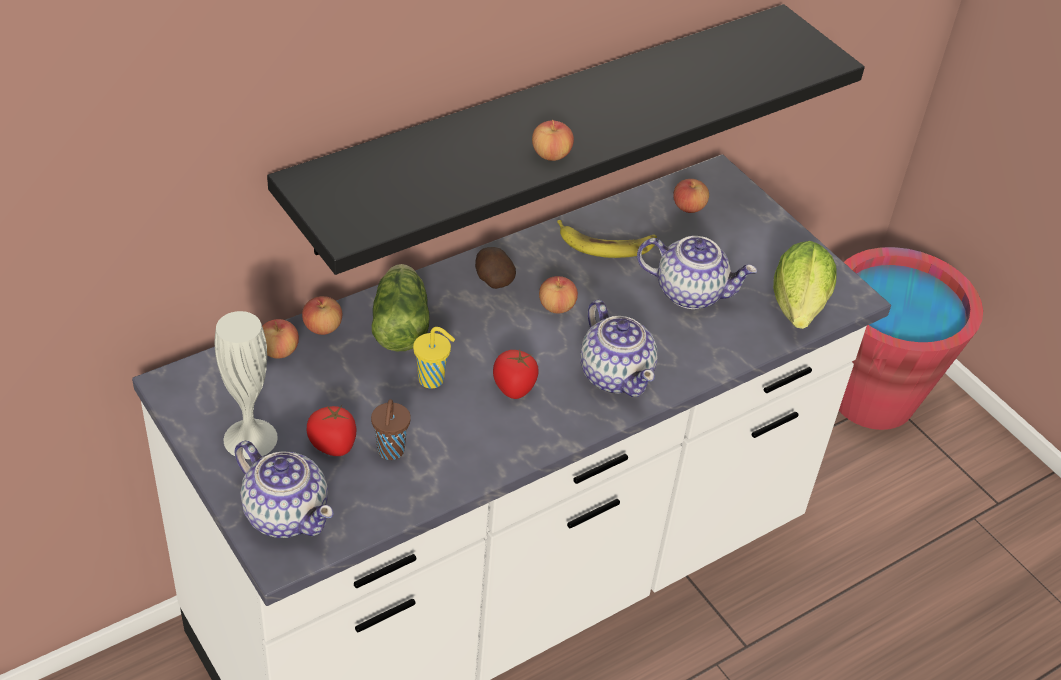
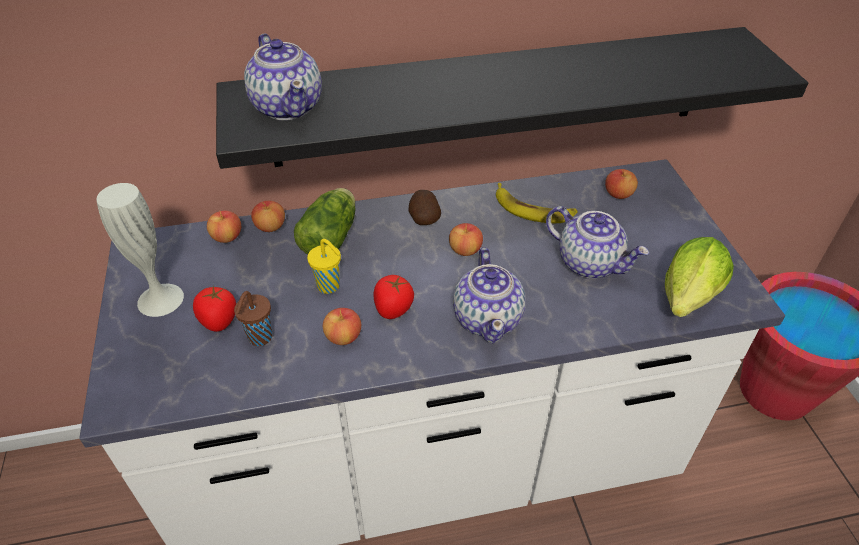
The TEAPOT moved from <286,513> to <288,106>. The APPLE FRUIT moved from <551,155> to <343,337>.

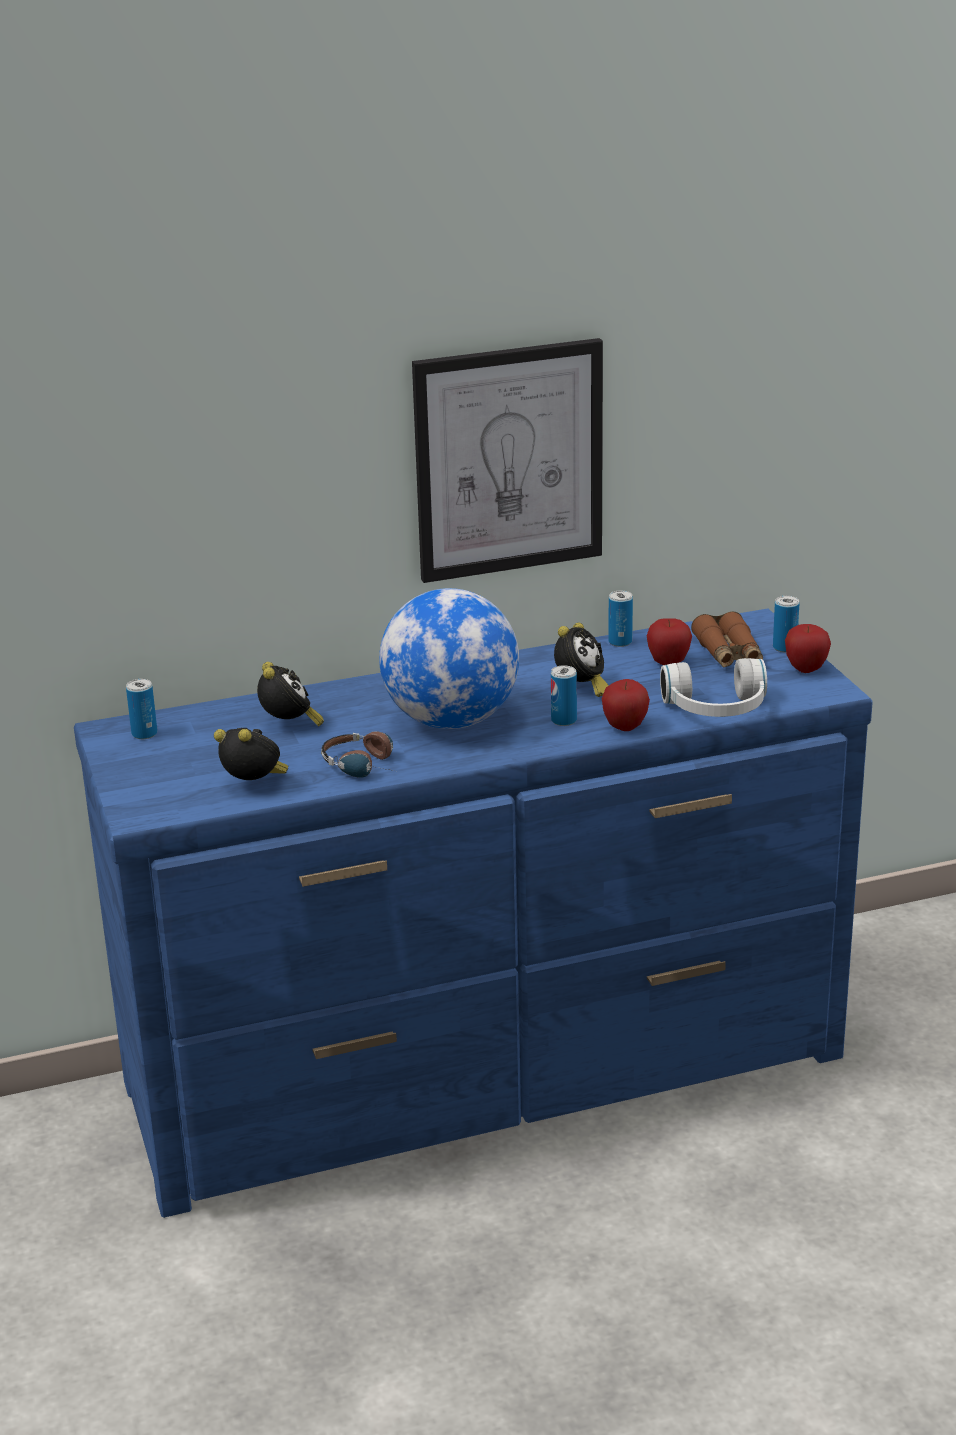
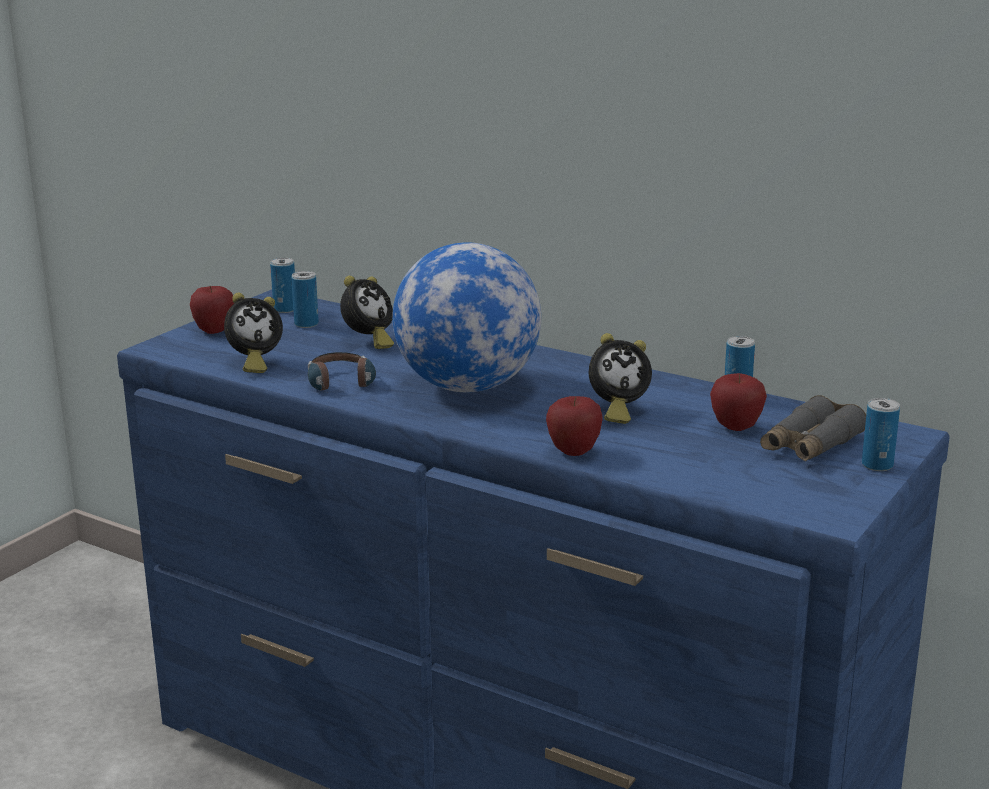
The PICTURE at <508,460> disappeared. The WHITE PAIR OF HEADPHONES at <717,709> disappeared. The METAL CAN moved from <564,720> to <306,324>. The APPLE FRUIT moved from <806,669> to <214,331>. The BROWN-COLOURED PAIR OF BINOCULARS at <728,653> became the GRAY PAIR OF BINOCULARS at <810,445>. The TABLE CLOCK at <254,785> turned 75 degrees clockwise.

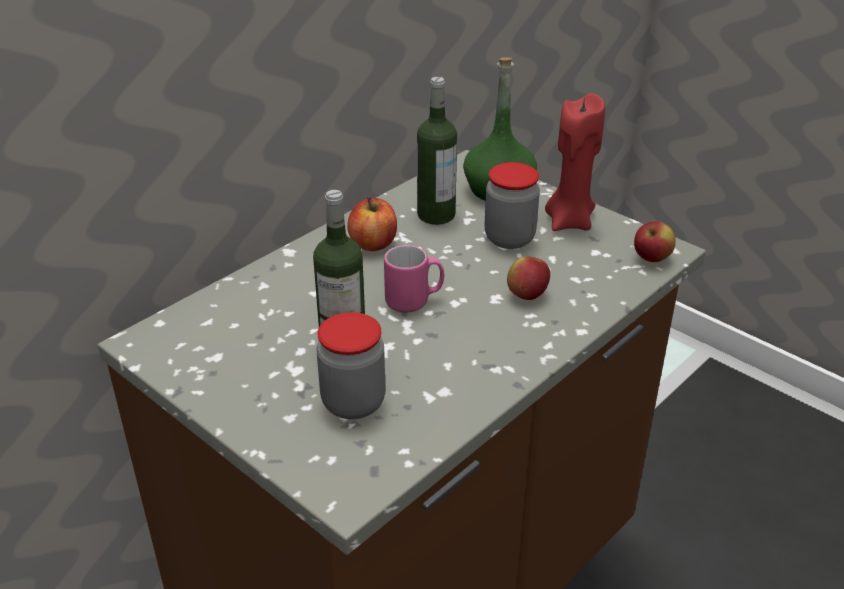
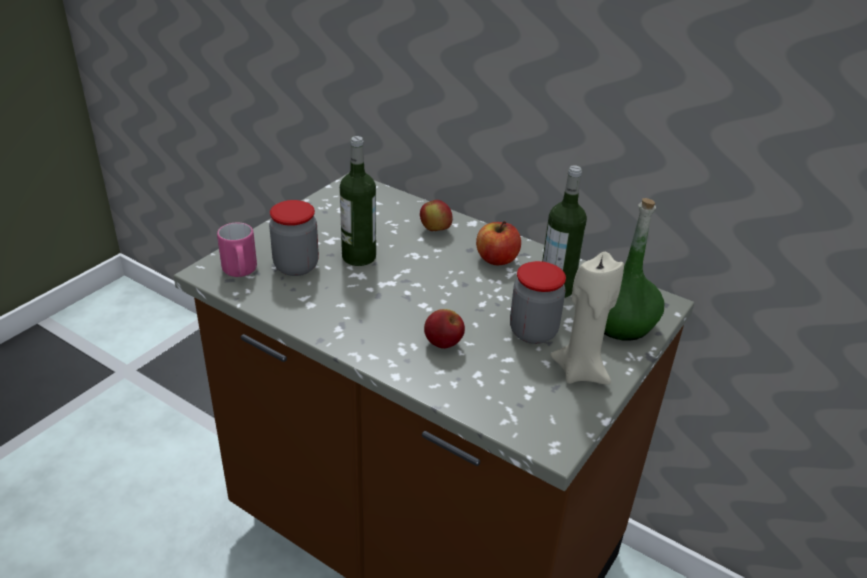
The PINKISH TEA MUG moved from <414,301> to <240,272>. The APPLE FRUIT moved from <651,259> to <435,230>. The RED CANDLE at <569,221> became the SAND-COLOURED CANDLE at <580,371>.

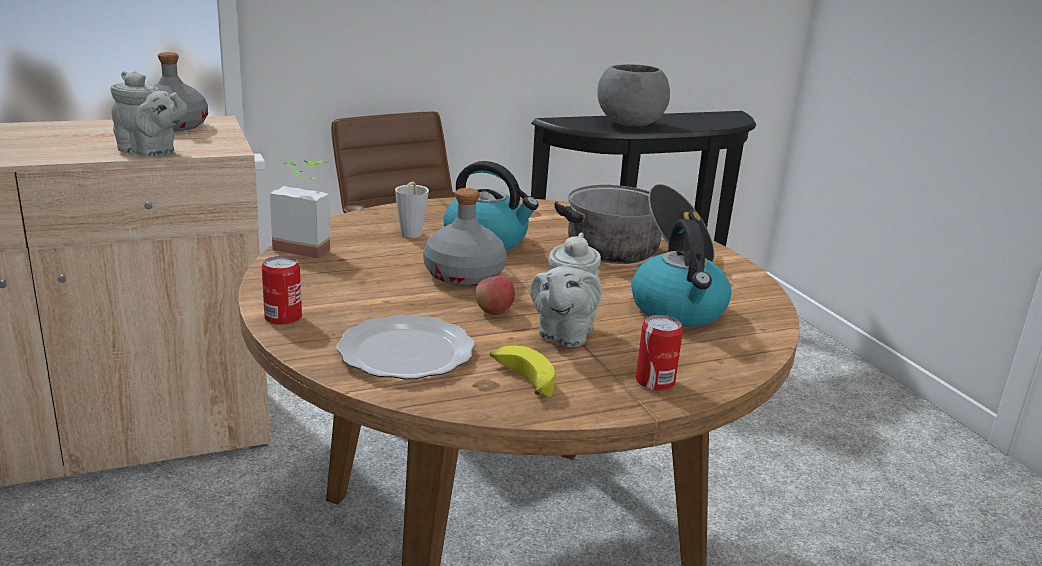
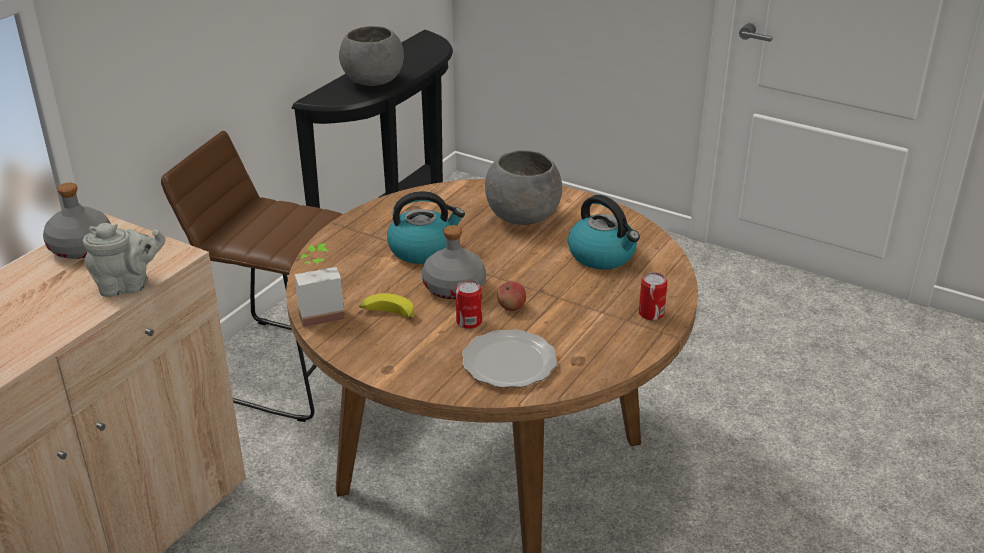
The GRAY CUP at <409,235> disappeared. The GRAY TEAPOT at <564,334> disappeared. The METAL CAN moved from <283,318> to <469,322>. The WHOLE BANANA moved from <521,379> to <387,314>. The STOCKPOT at <635,253> was replaced by the GRAY BOWL at <522,217>.

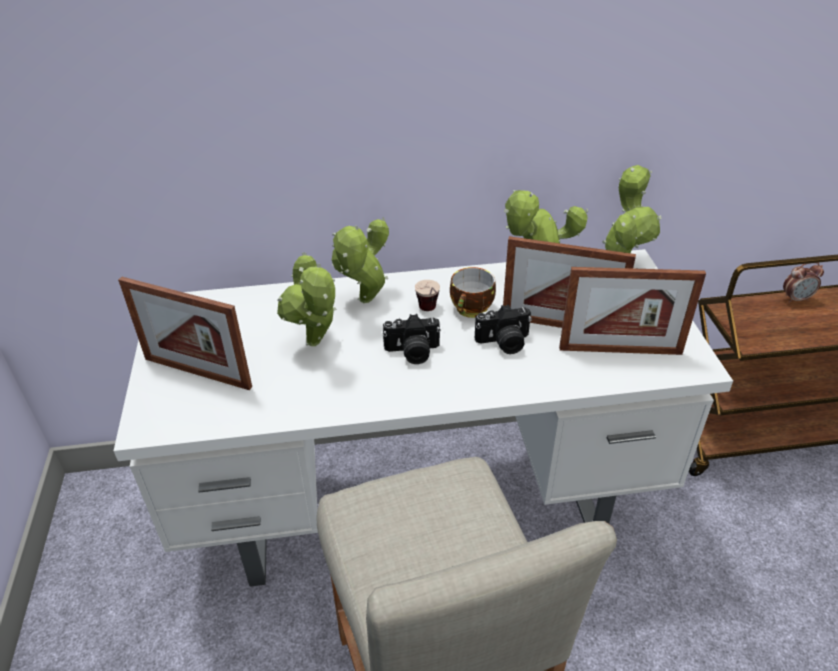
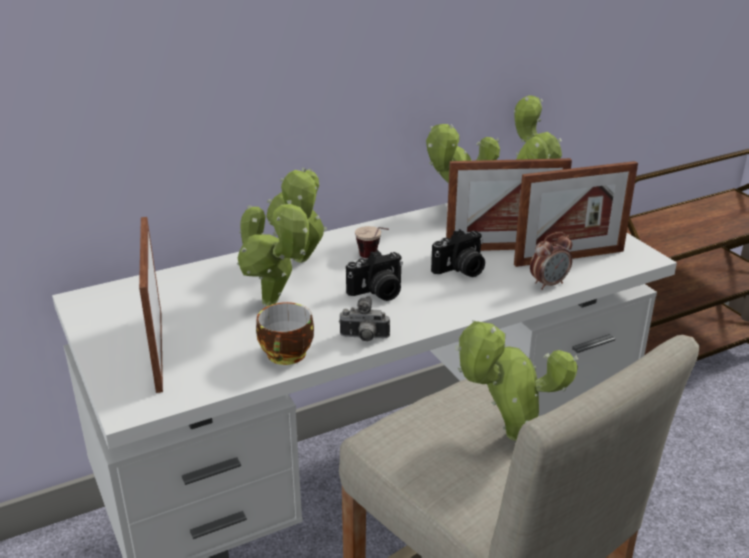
The STILL CAMERA at <364,338> appeared. The POTTED PLANT at <508,436> appeared. The CUP moved from <472,310> to <287,356>. The TABLE CLOCK moved from <796,299> to <549,284>. The STANDING FRAME at <197,372> turned 75 degrees clockwise.

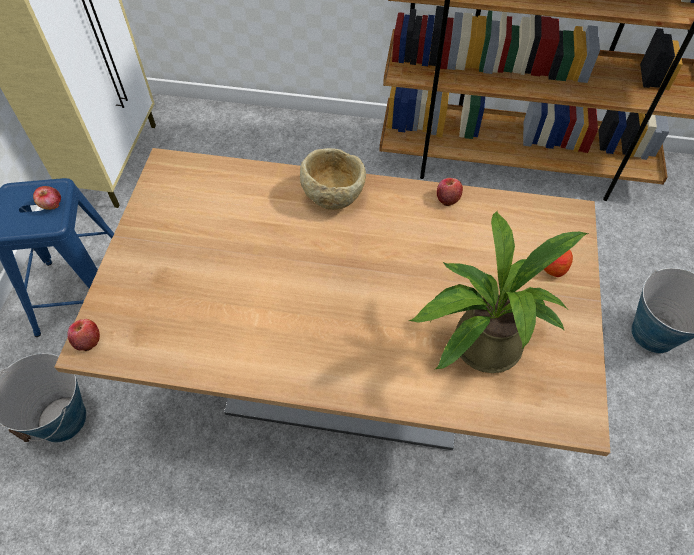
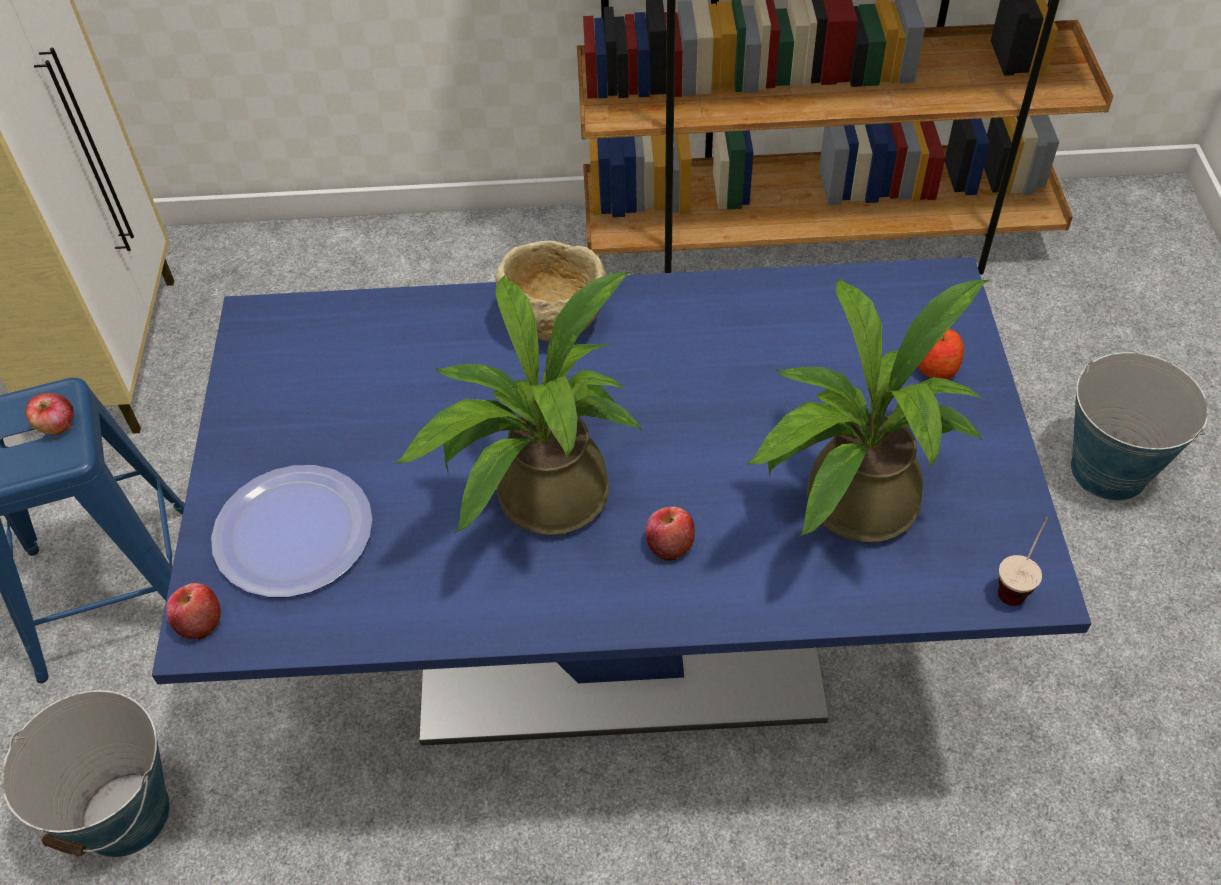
The DINNER PLATE at <294,532> appeared. The POTTED PLANT at <539,499> appeared. The CUP at <1017,582> appeared. The APPLE FRUIT moved from <447,198> to <669,544>. The BROWN-COLOURED DINING TABLE at <347,375> became the BLUE-COLOURED DINING TABLE at <618,637>.

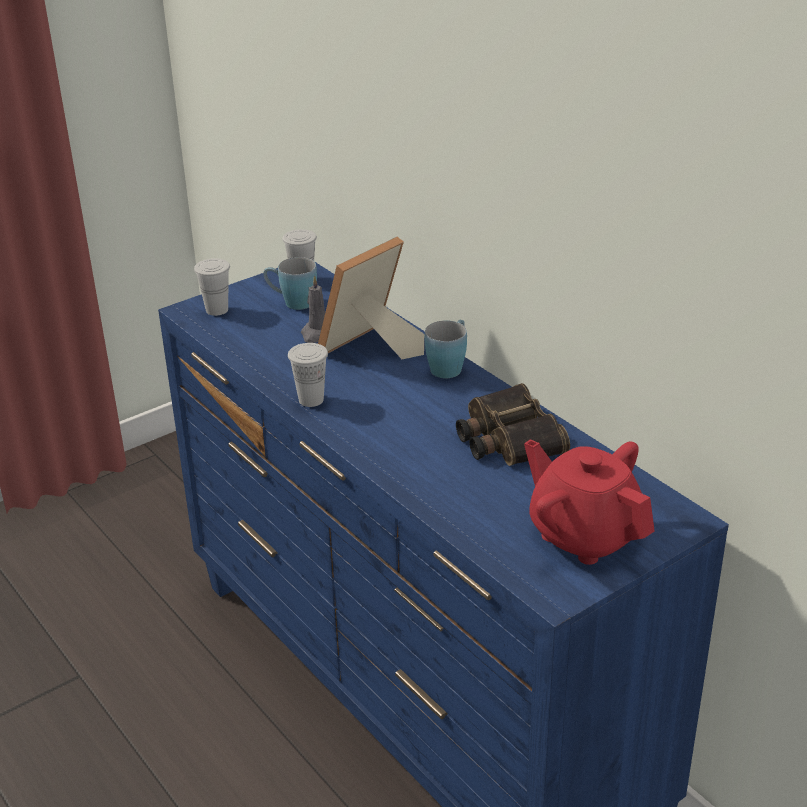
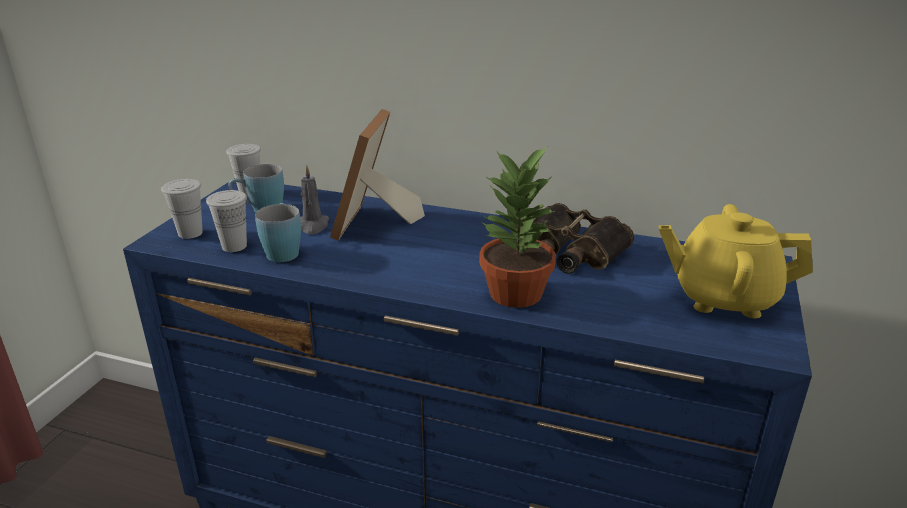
The POTTED PLANT at <517,294> appeared. The WHITE CUP moved from <311,400> to <234,246>. The BLUE-COLOURED TEA MUG moved from <449,366> to <283,250>. The RED TEAPOT at <584,535> became the YELLOW TEAPOT at <723,298>.

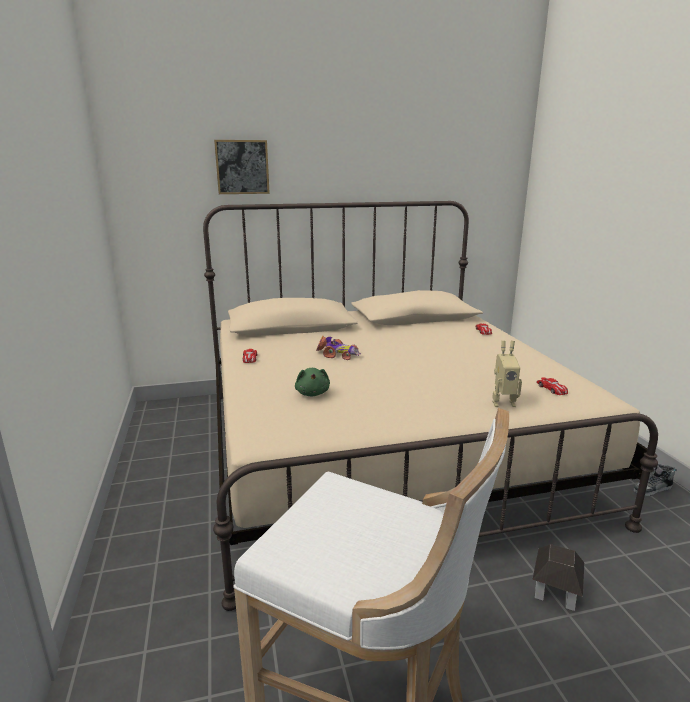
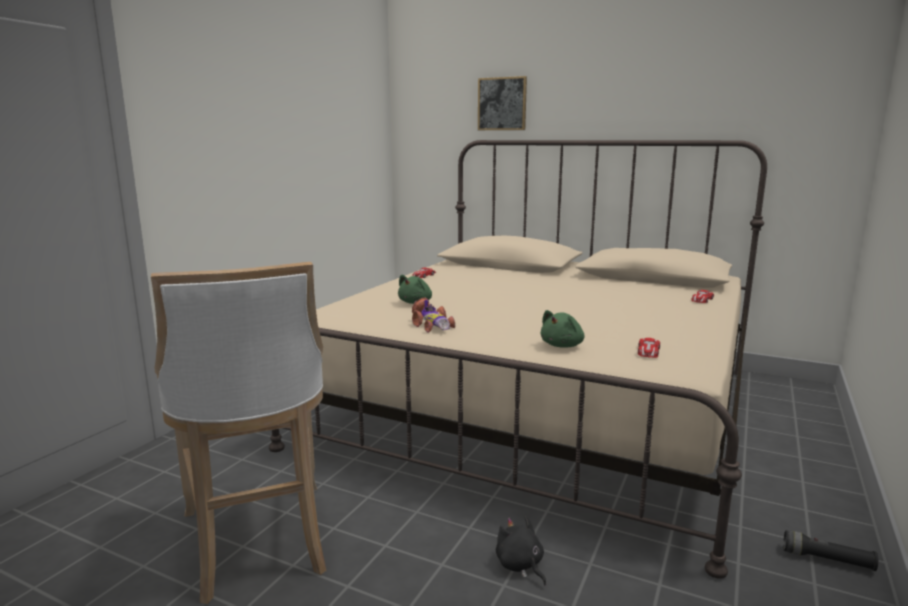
The MODEL CAR moved from <337,354> to <431,325>. The MODEL ROBOT at <502,402> was replaced by the GREEN-COLOURED PLUSH TOY at <563,345>. The TOY HOUSE at <555,592> was replaced by the BLACK-COLOURED PLUSH TOY at <520,565>. The LOW SHOE at <652,489> was replaced by the BLACK-COLOURED HAND TORCH at <827,560>.

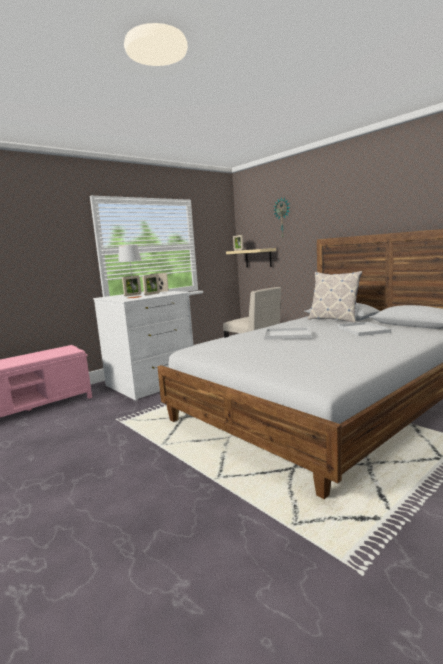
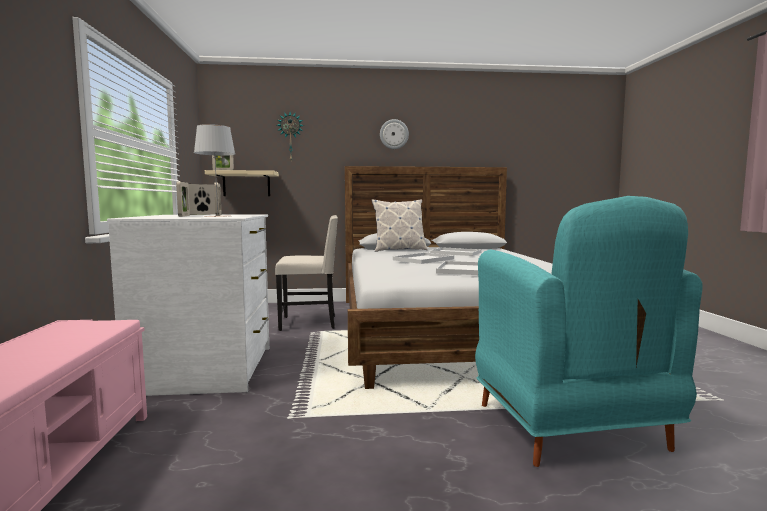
The HANGING CLOCK at <394,134> appeared. The WHITE TRAY at <463,270> appeared. The TURQUOISE-COLOURED ARMCHAIR at <570,429> appeared.

